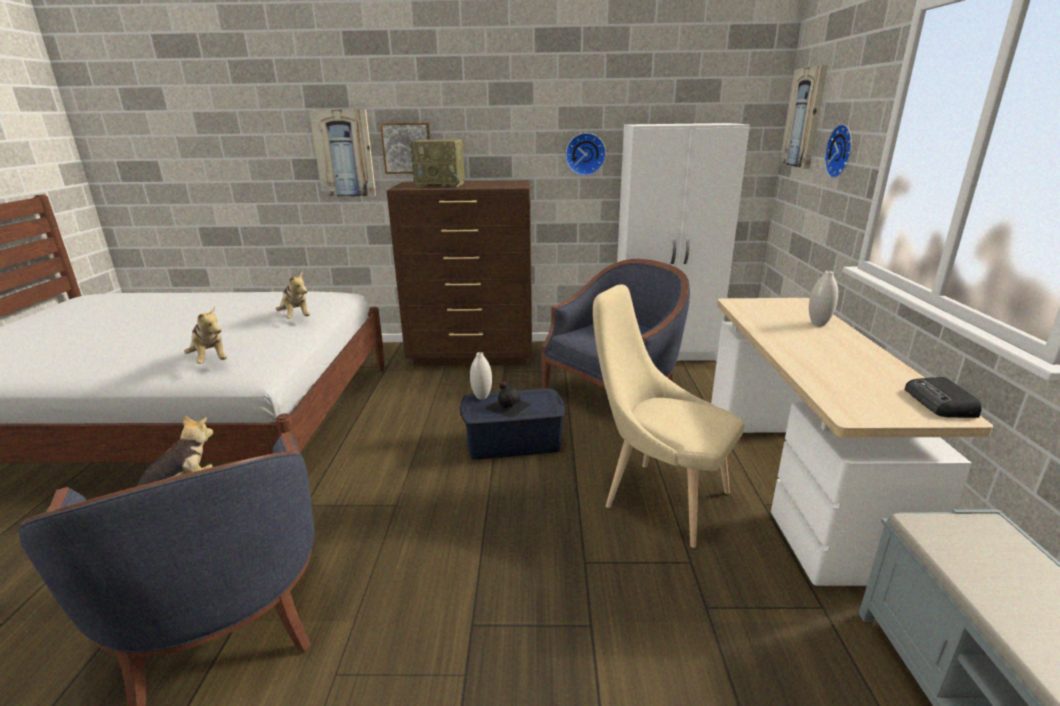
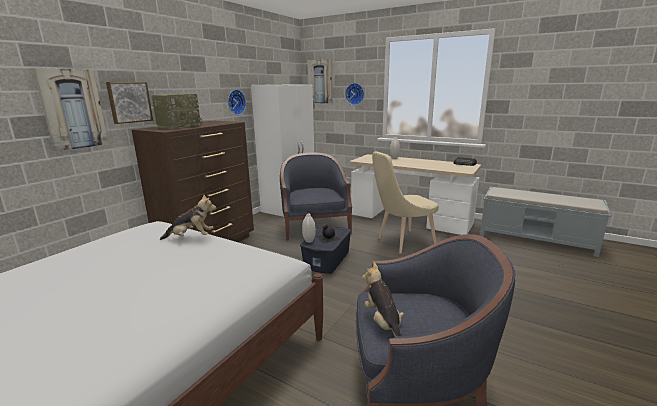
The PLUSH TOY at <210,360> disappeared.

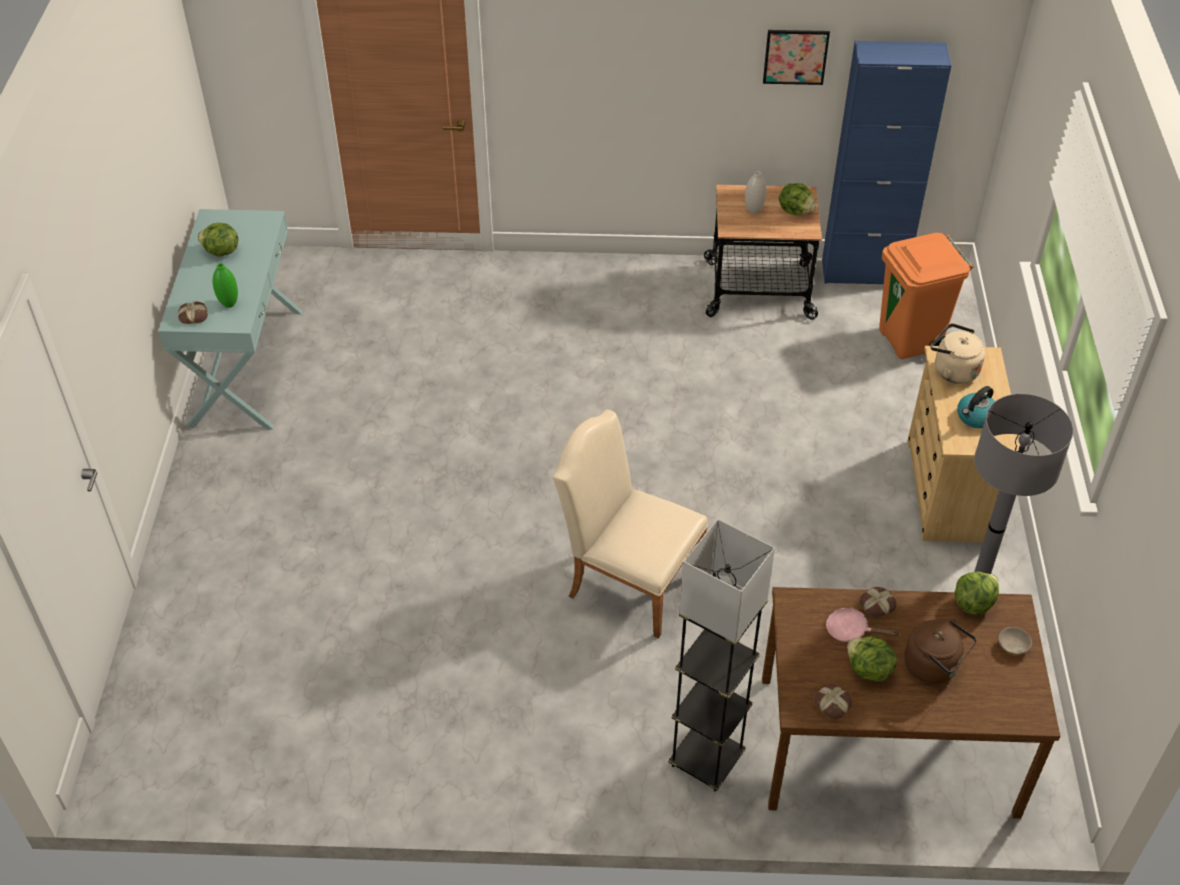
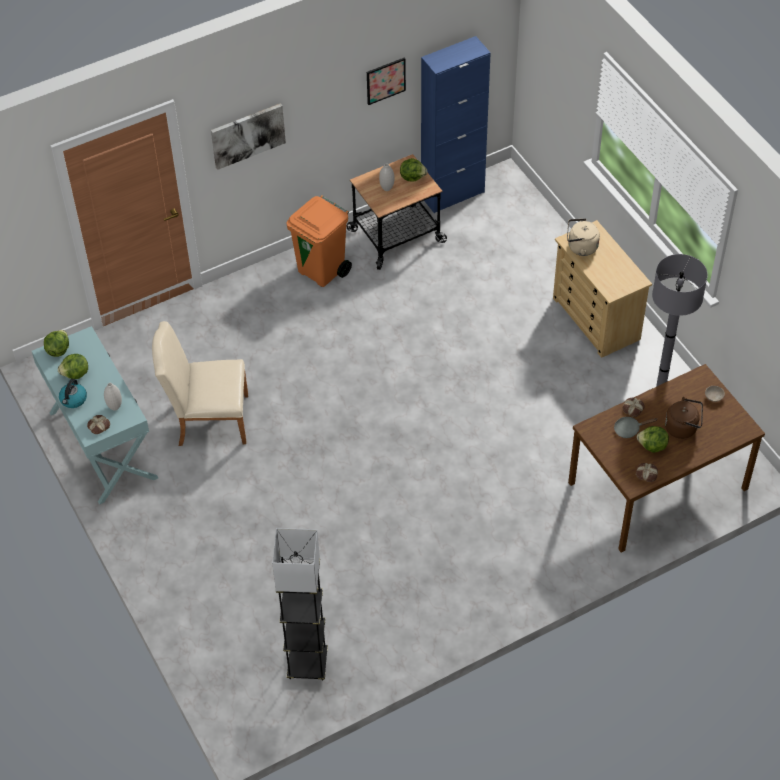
The PICTURE at <247,135> appeared. The SAND-COLOURED UPRIGHT CHAIR moved from <627,579> to <207,419>. The GRAY STANDARD LAMP moved from <706,760> to <307,664>. The ORANGEY RUBBISH BIN moved from <910,341> to <322,271>. The LETTUCE HEAD moved from <973,603> to <58,350>. The KETTLE moved from <975,417> to <73,400>. The GREEN-COLOURED FLOWER VASE at <229,304> became the WHITE FLOWER VASE at <115,407>. The PINKISH FRYING PAN at <851,630> became the GRAY FRYING PAN at <629,429>.

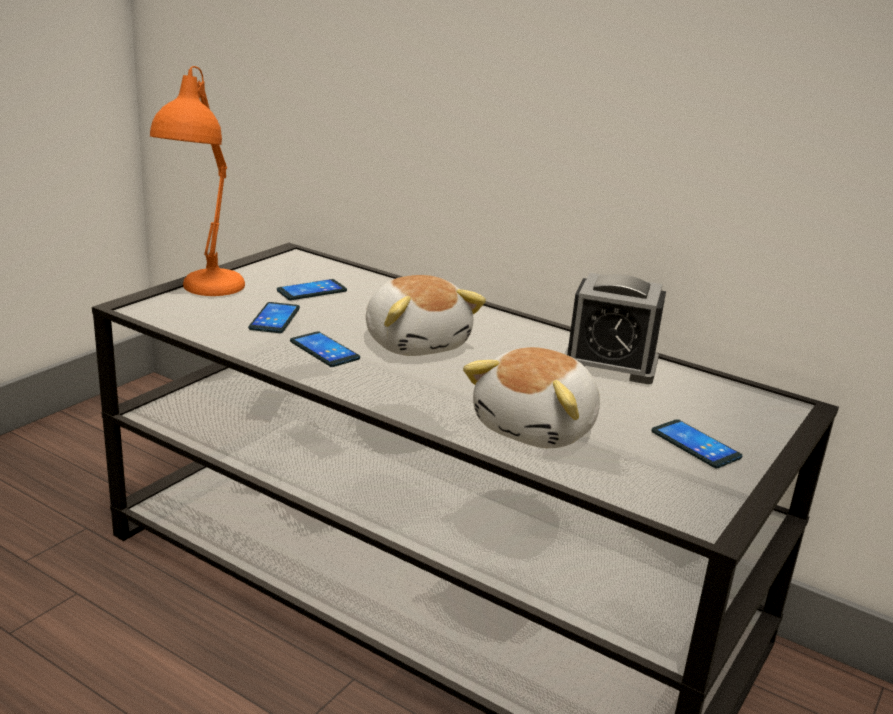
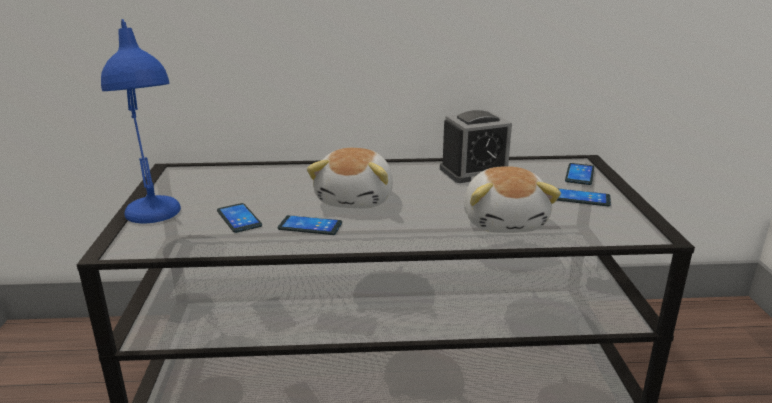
The TELEPHONE moved from <311,291> to <579,174>. The ORANGEY TABLETOP LAMP at <202,294> became the BLUE-COLOURED TABLETOP LAMP at <155,220>. The PLUSH TOY at <417,343> turned 75 degrees clockwise.

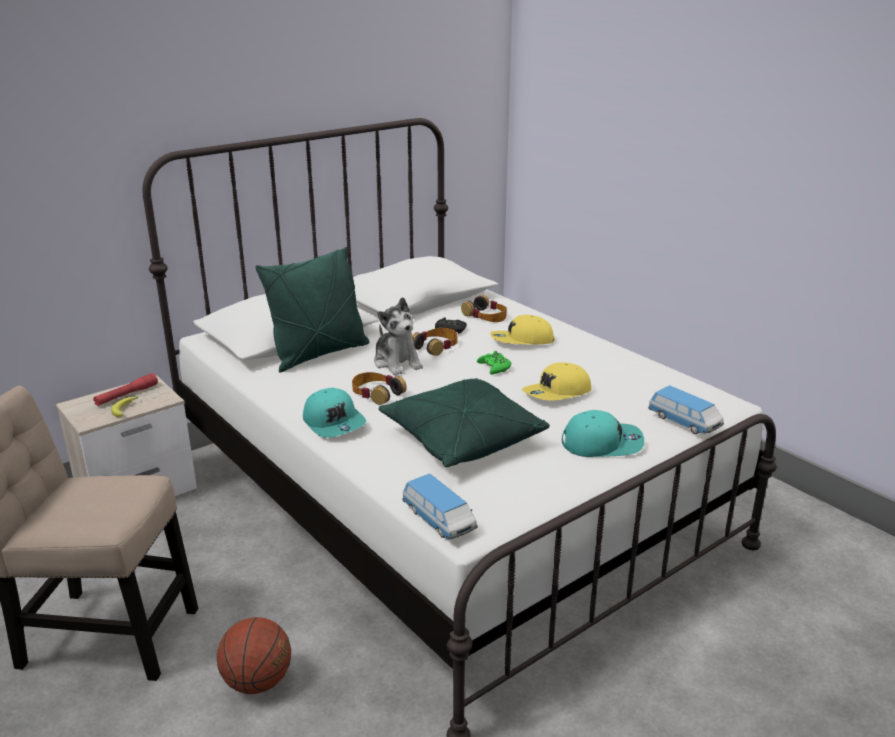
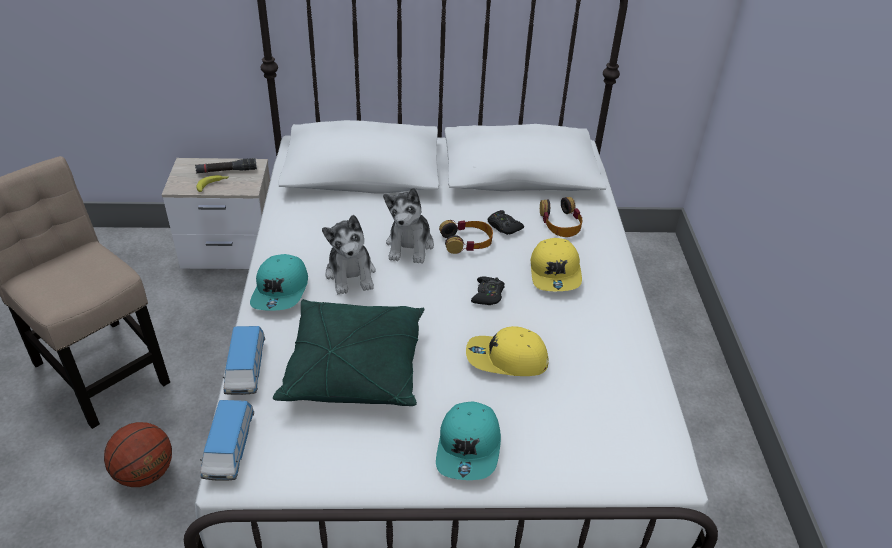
The GREEN-COLOURED PILLOW at <319,354> disappeared. The MODEL CAR moved from <684,422> to <246,370>. The PAIR OF HEADPHONES at <376,393> was replaced by the PLUSH TOY at <351,274>. The RED HAND TORCH at <126,395> became the BLACK-COLOURED HAND TORCH at <227,171>. The GREEN-COLOURED GAMEPAD at <494,367> became the BLACK-COLOURED GAMEPAD at <488,295>. The YELLOW PEAKED CAP at <522,341> turned 120 degrees counterclockwise. The TURQUOISE-COLOURED PEAKED CAP at <602,443> turned 60 degrees clockwise.

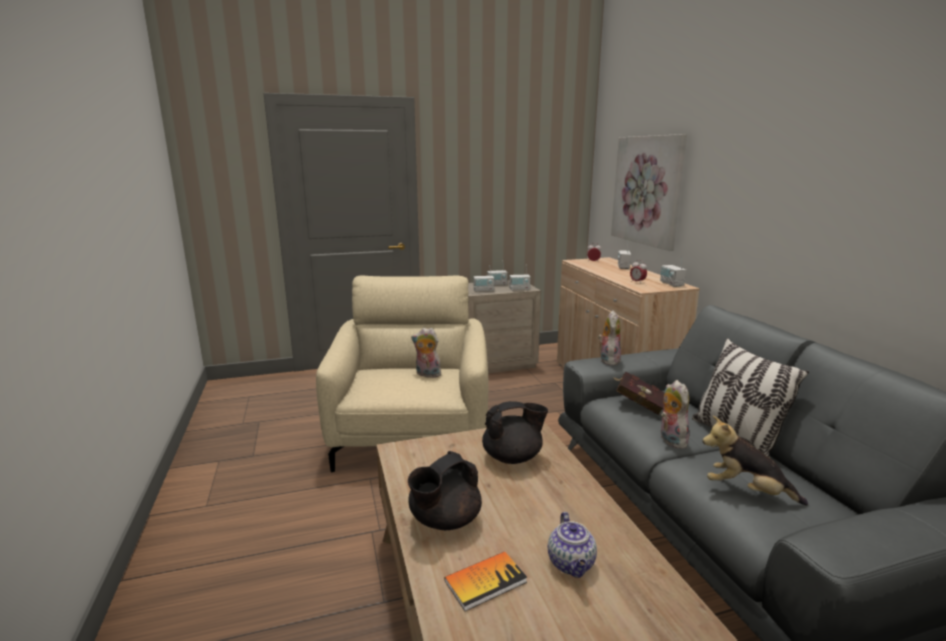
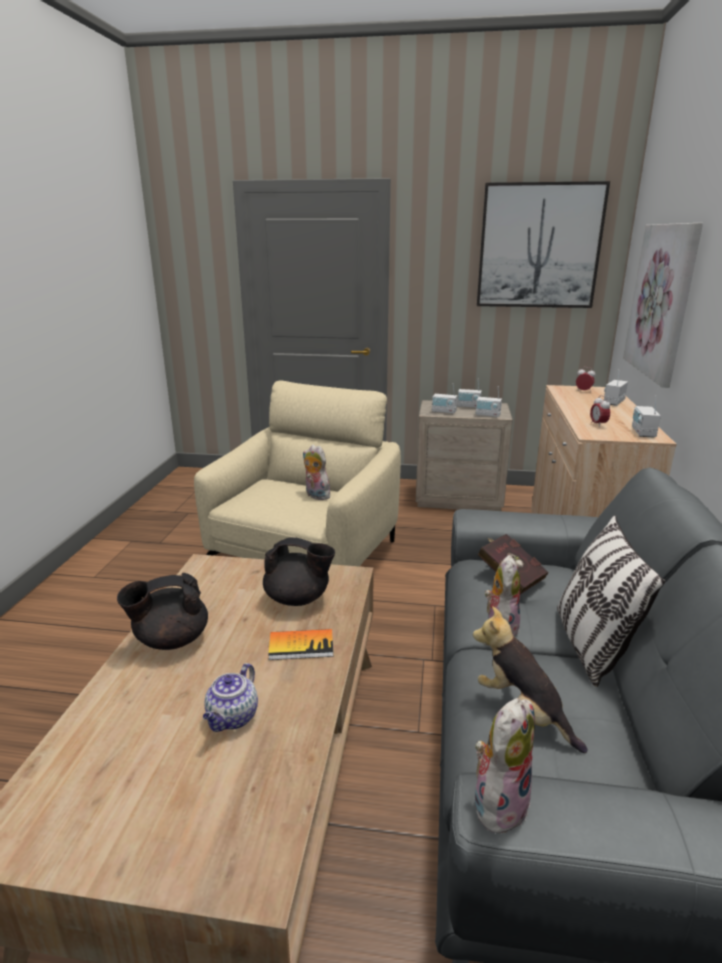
The PICTURE at <539,246> appeared. The BOOK moved from <485,581> to <301,646>. The PLUSH TOY moved from <608,360> to <498,801>.

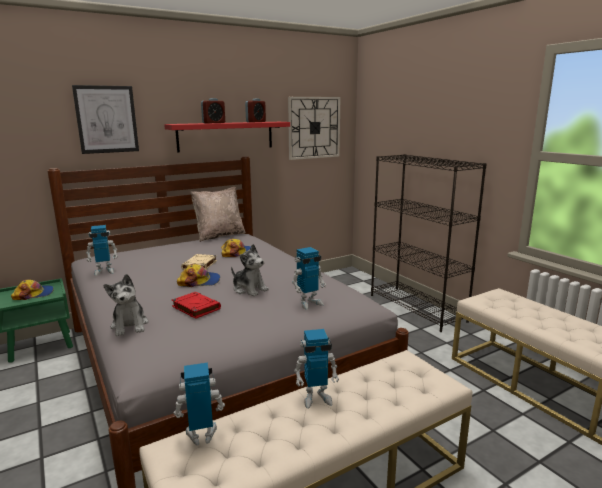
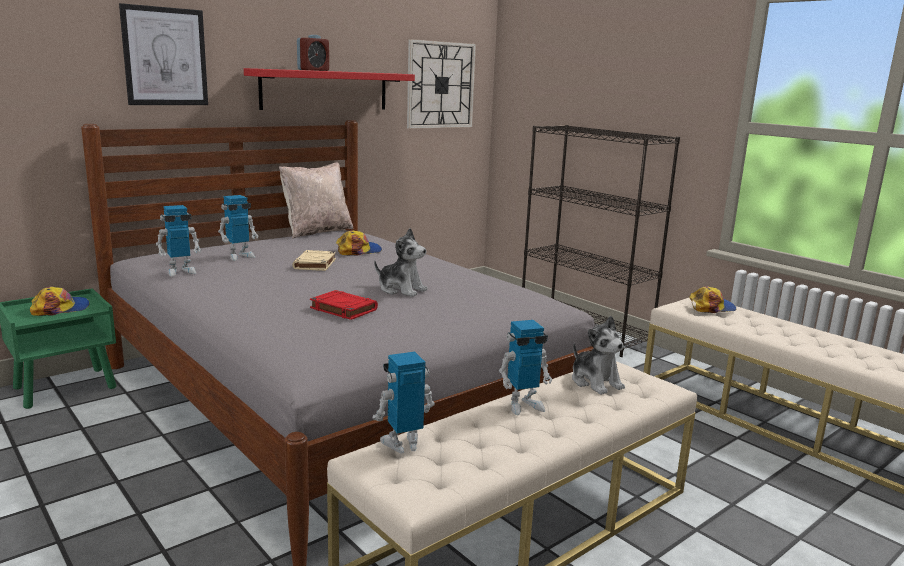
The TABLE CLOCK at <256,122> disappeared. The PLUSH TOY moved from <130,325> to <595,382>. The PEAKED CAP moved from <199,281> to <711,307>. The MODEL ROBOT moved from <309,303> to <239,256>.

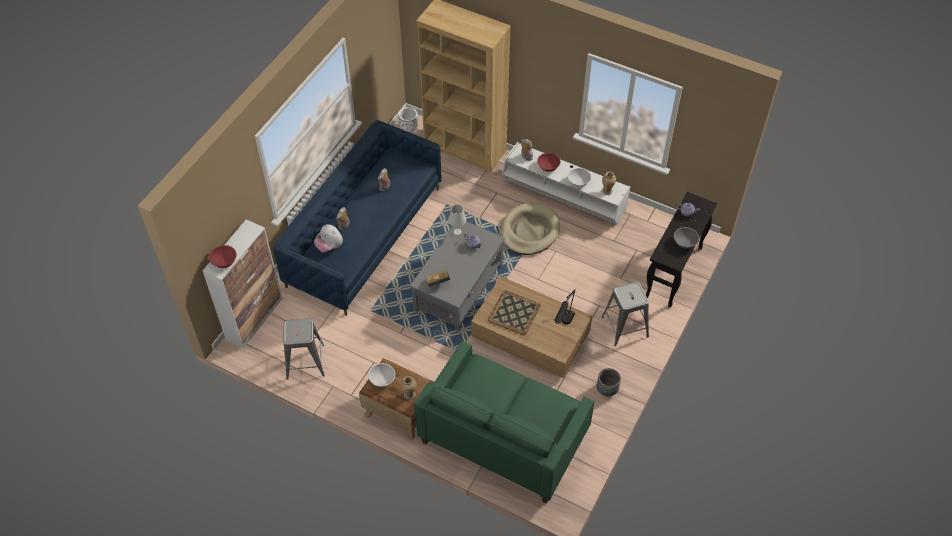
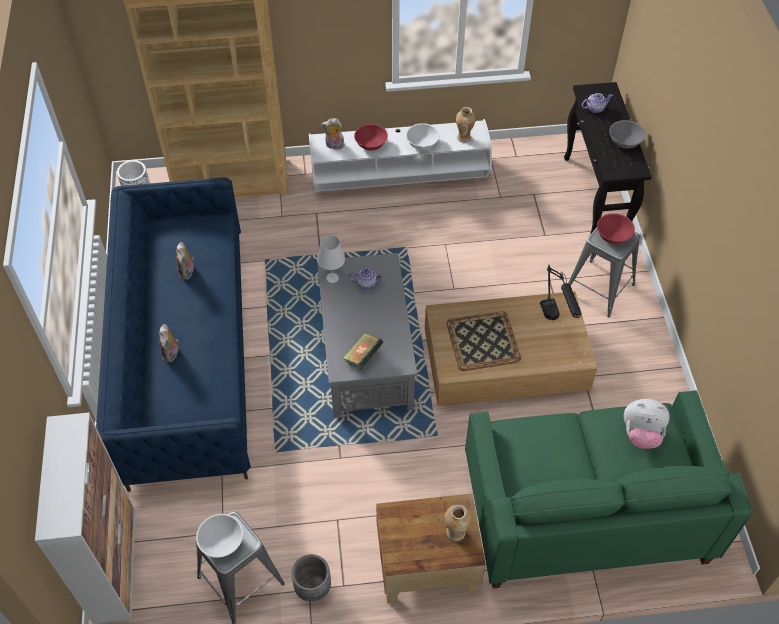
The SAND-COLOURED DOG BED at <529,231> disappeared. The RED BOWL moved from <224,262> to <613,236>. The PLUSH TOY moved from <329,247> to <641,434>. The WHITE BOWL moved from <382,379> to <221,542>. The GRAY FLOWER POT moved from <607,389> to <312,587>.

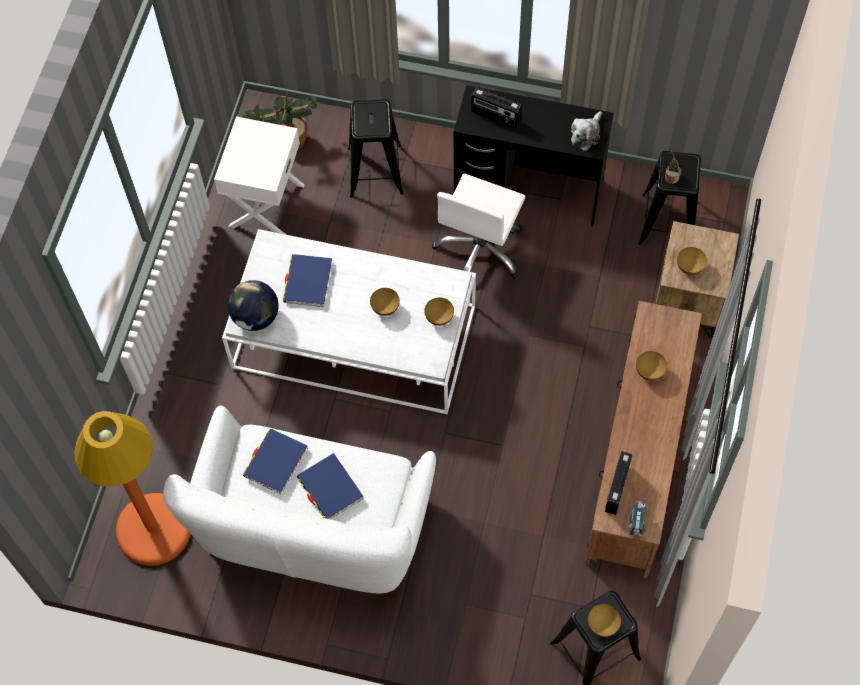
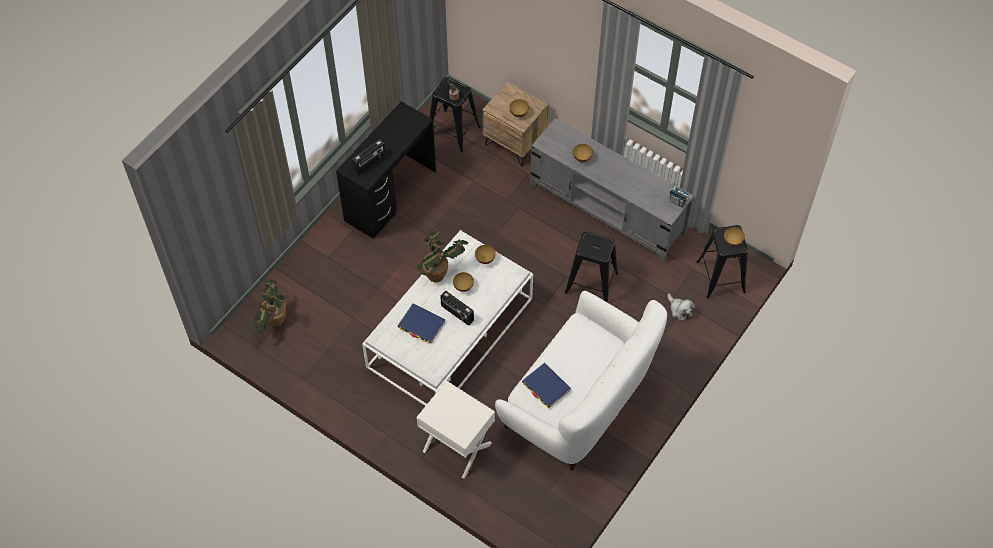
The ORANGEY STANDARD LAMP at <153,529> disappeared. The WORLD GLOBE at <256,317> disappeared. The BLUE-COLOURED BOOK at <330,488> disappeared. The WHITE DESK CHAIR at <480,250> disappeared. The POTTED PLANT at <440,273> appeared. The WHITE NIGHTSTAND moved from <265,205> to <456,447>. The BLACK-COLOURED STOOL moved from <375,170> to <591,283>. The PLUSH TOY moved from <586,135> to <679,310>. The RADIO RECEIVER moved from <616,488> to <457,314>. The BROWN-COLOURED MEDIA CONSOLE at <637,459> became the GRAY MEDIA CONSOLE at <607,209>.

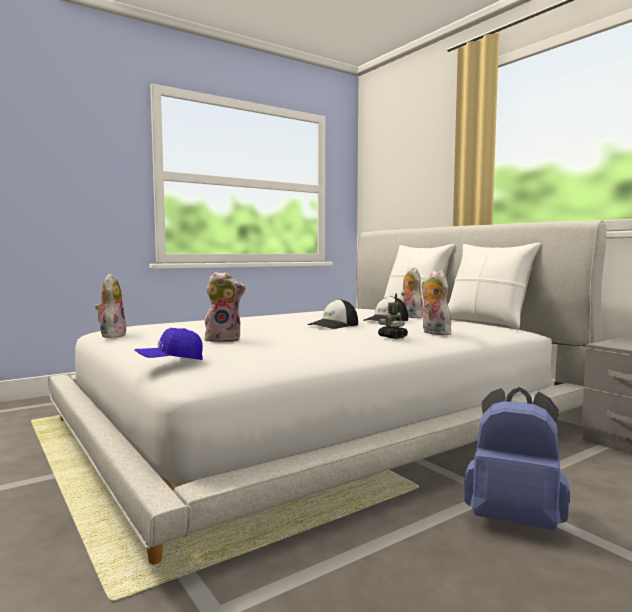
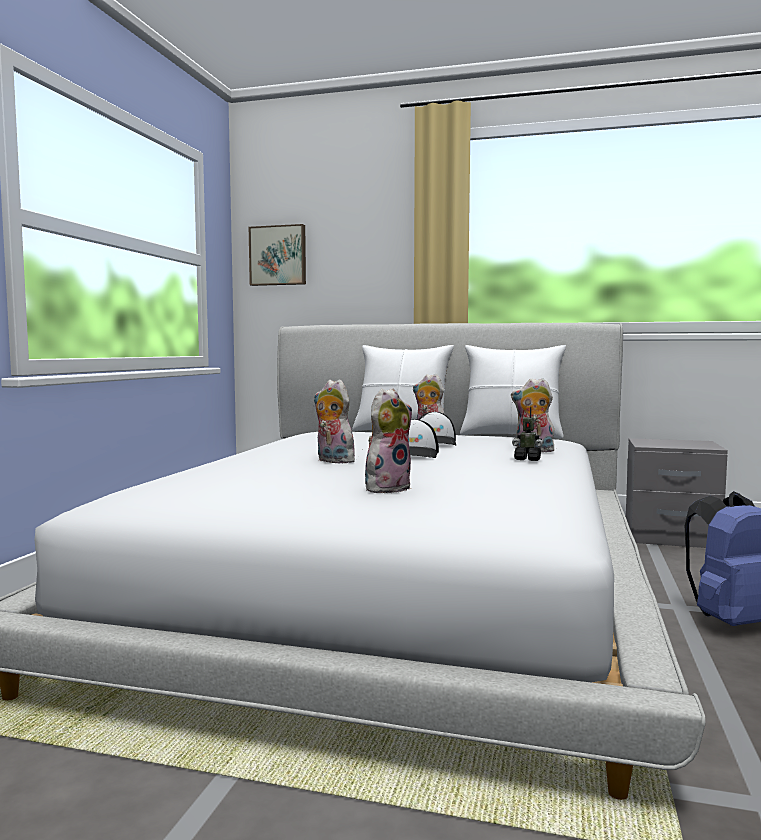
The BLUE-COLOURED PEAKED CAP at <170,361> disappeared. The PICTURE at <278,255> appeared. The PLUSH TOY moved from <111,335> to <332,461>.

